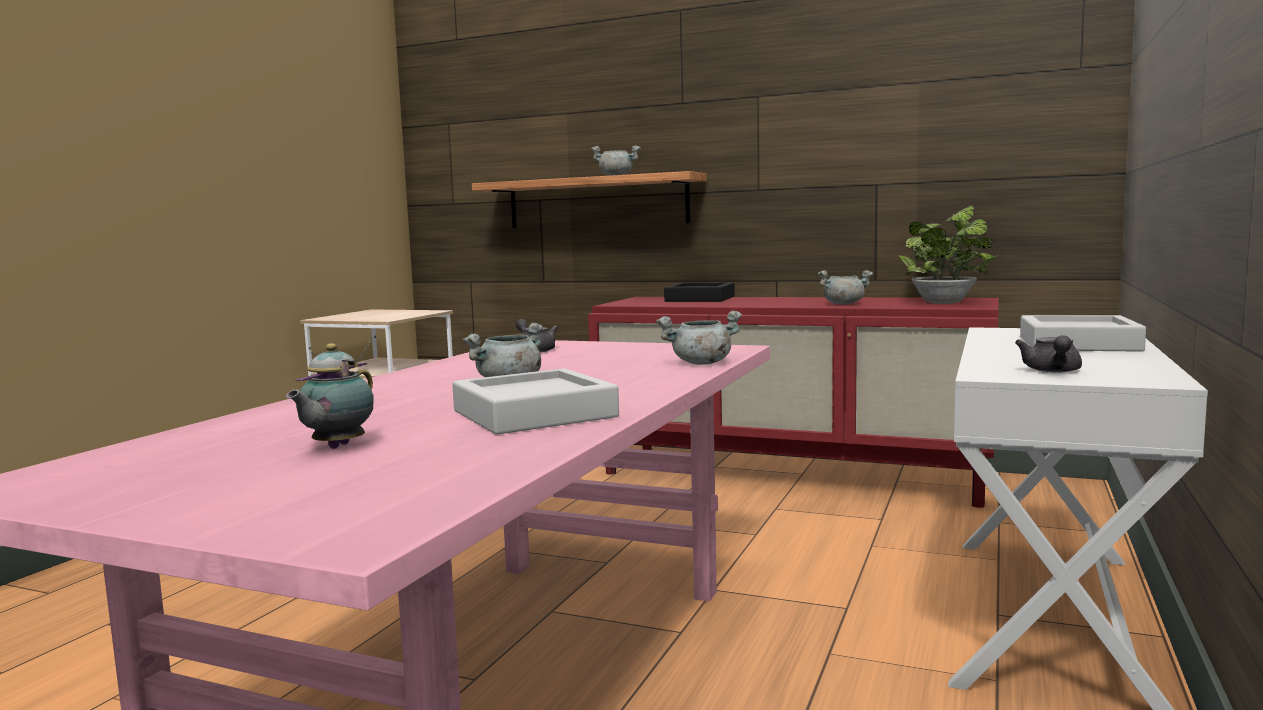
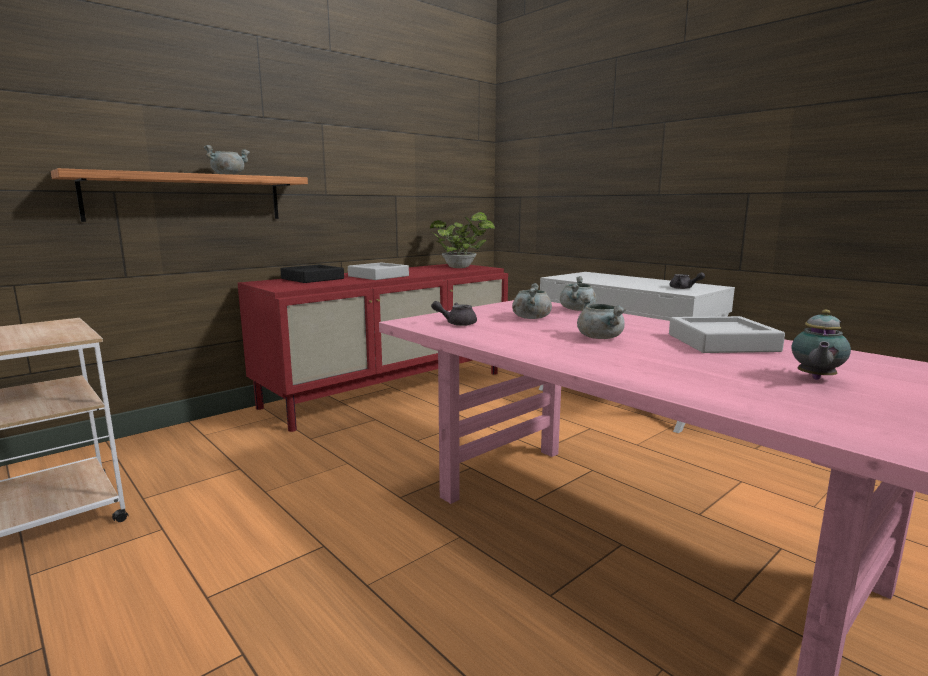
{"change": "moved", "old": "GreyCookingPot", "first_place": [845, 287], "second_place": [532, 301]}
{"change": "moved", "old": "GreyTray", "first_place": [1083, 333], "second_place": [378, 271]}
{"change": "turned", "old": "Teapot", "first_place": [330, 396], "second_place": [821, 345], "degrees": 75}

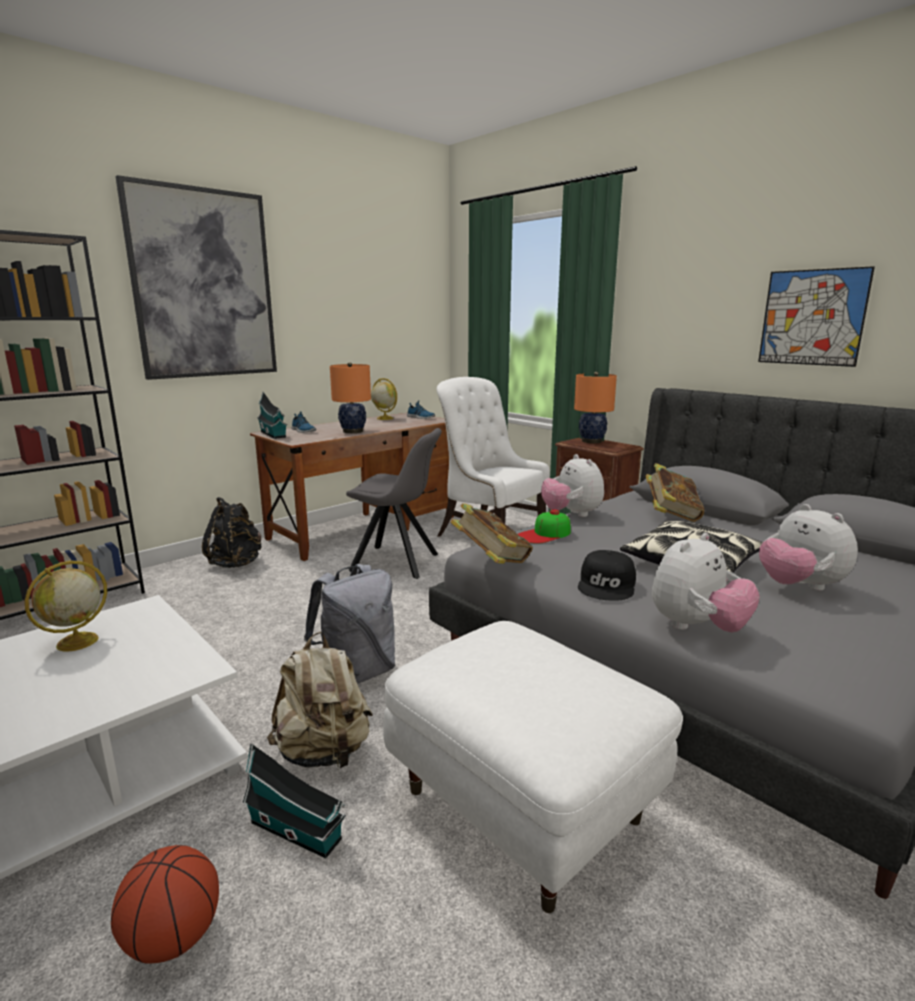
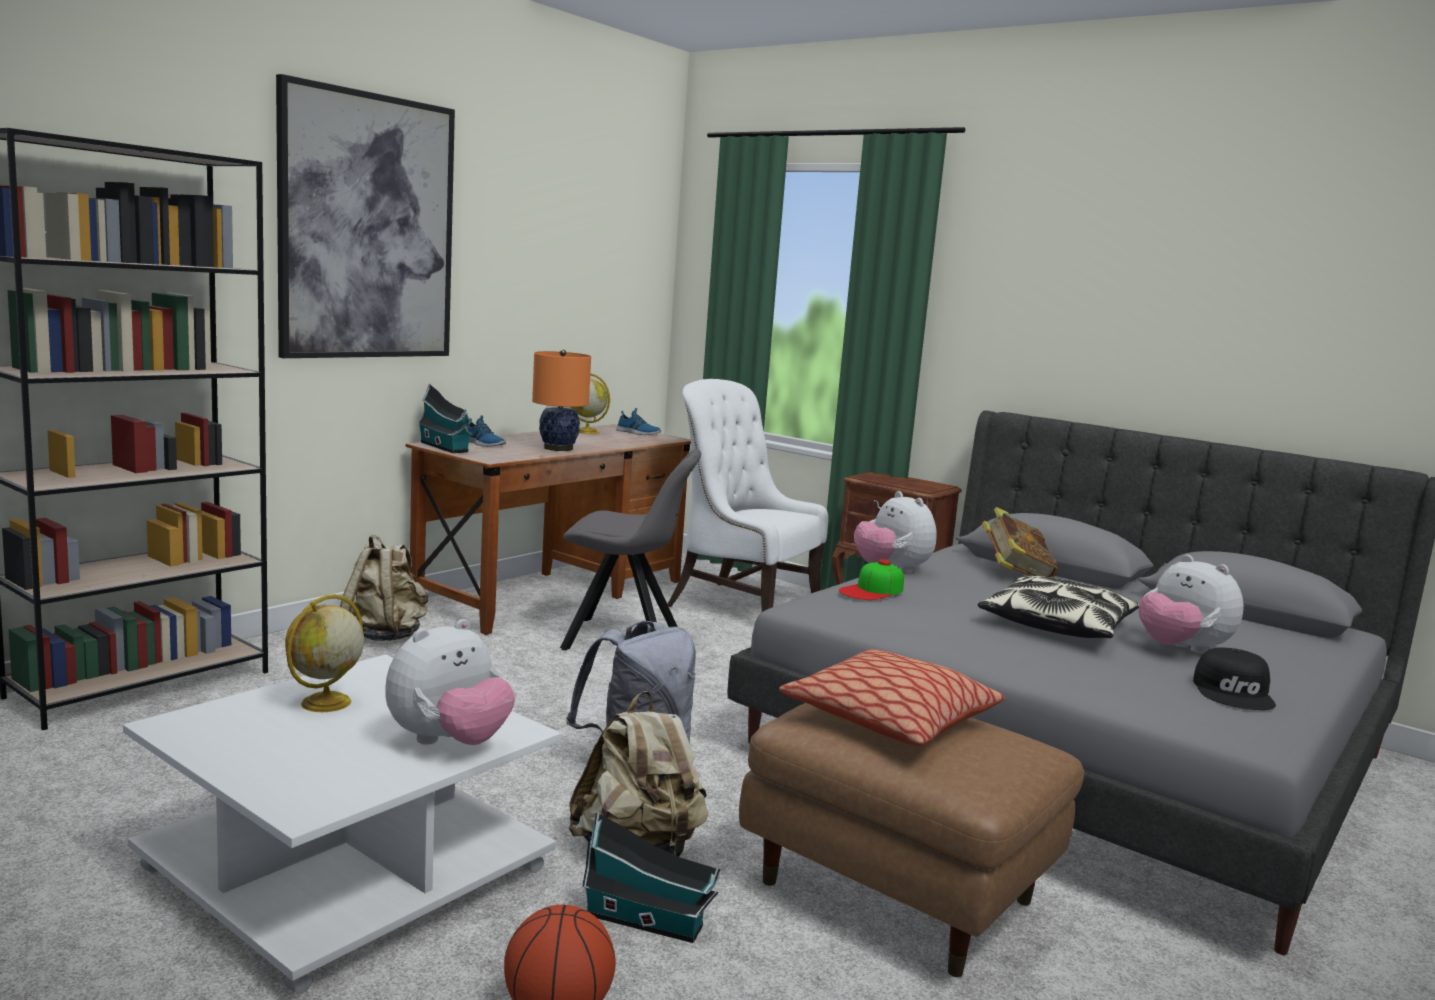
{"change": "removed", "old": "Book", "first_place": [491, 533]}
{"change": "removed", "old": "OrangeTableLamp", "first_place": [595, 407]}
{"change": "removed", "old": "Picture", "first_place": [816, 316]}
{"change": "added", "new": "Pillow", "second_place": [892, 697]}
{"change": "moved", "old": "BlackCap", "first_place": [607, 575], "second_place": [1234, 678]}
{"change": "moved", "old": "PlushToy", "first_place": [706, 583], "second_place": [450, 682]}
{"change": "recoloured", "old": "BlackBackpack", "new": "BeigeBackpack", "first_place": [231, 532], "second_place": [384, 588]}
{"change": "recoloured", "old": "WhiteOttoman", "new": "BrownOttoman", "first_place": [533, 767], "second_place": [911, 840]}

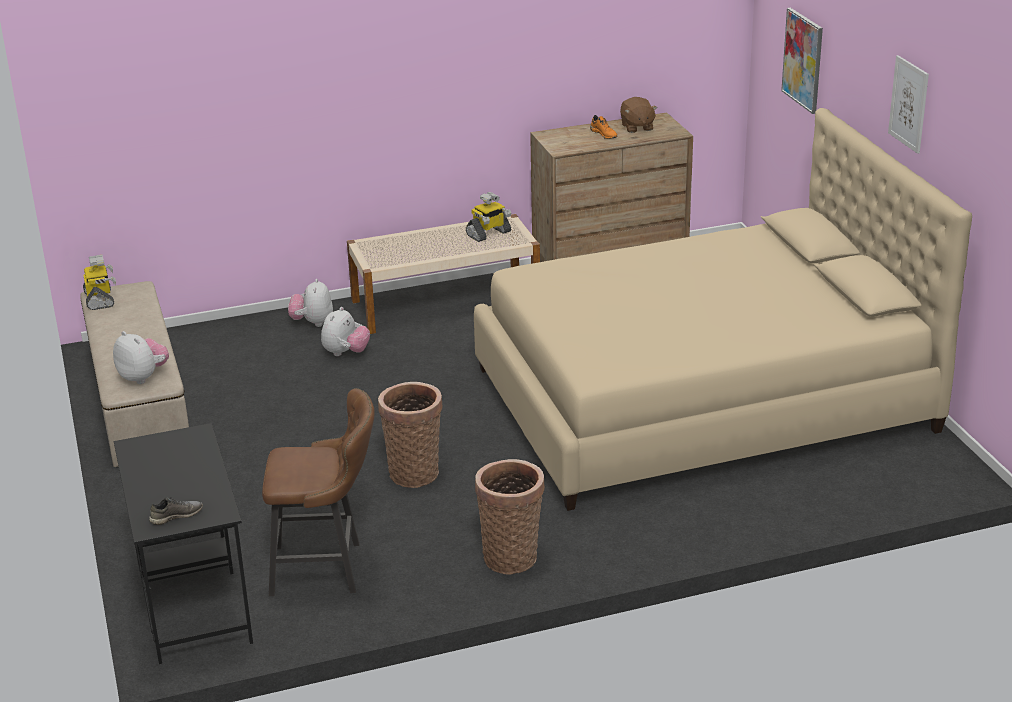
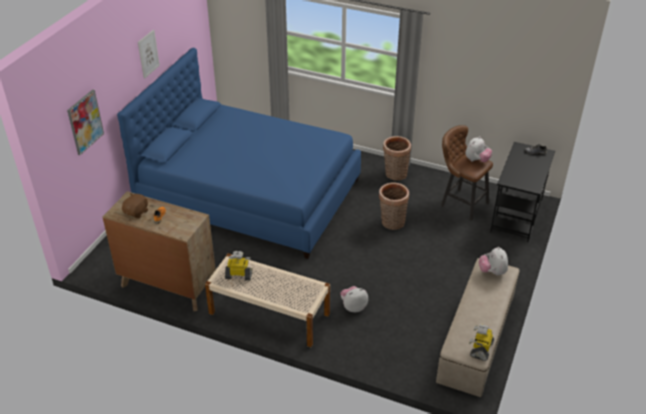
{"change": "moved", "old": "PlushToy", "first_place": [310, 303], "second_place": [478, 149]}
{"change": "recoloured", "old": "BeigeBed", "new": "BlueBed", "first_place": [723, 309], "second_place": [239, 153]}

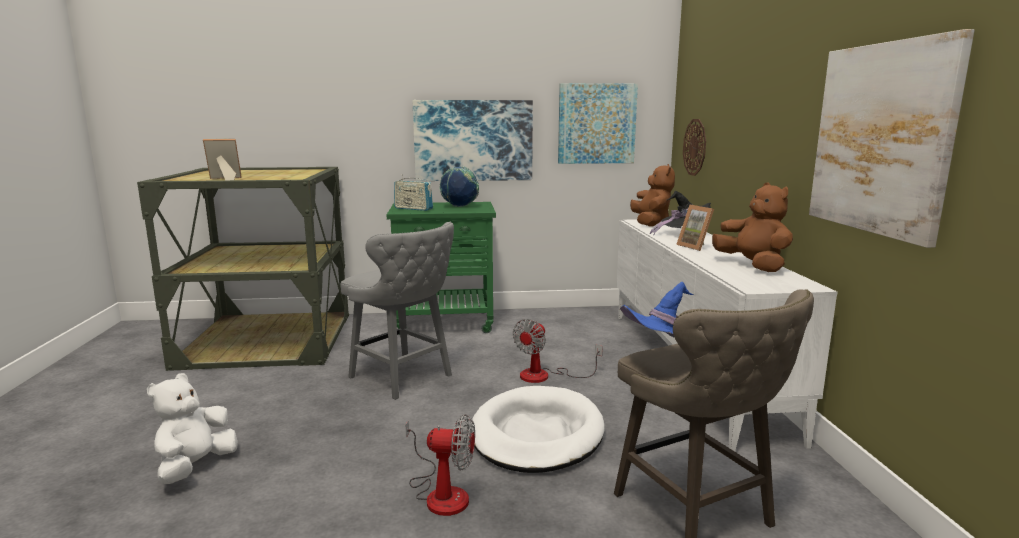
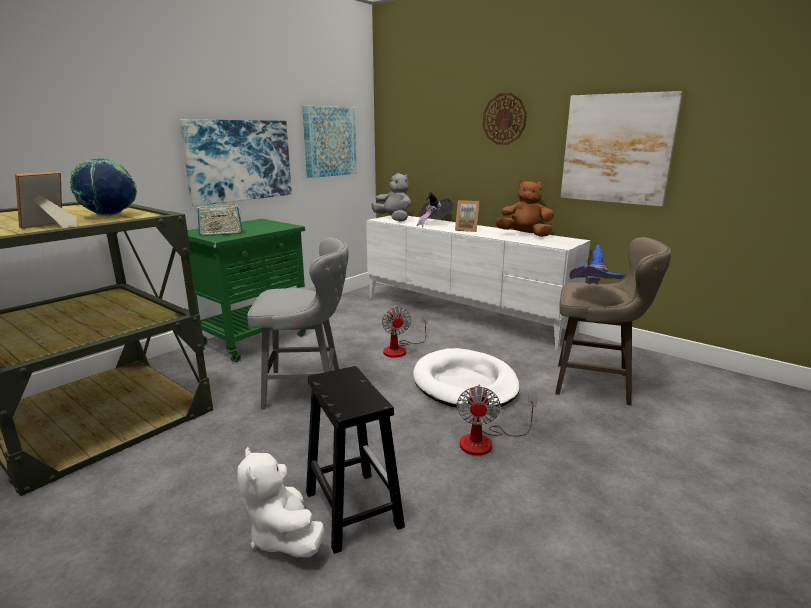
{"change": "added", "new": "BlackStool", "second_place": [355, 460]}
{"change": "moved", "old": "Globe", "first_place": [459, 186], "second_place": [103, 187]}
{"change": "moved", "old": "WallClock", "first_place": [694, 147], "second_place": [505, 119]}
{"change": "recoloured", "old": "BrownPlushToy", "new": "GreyPlushToy", "first_place": [652, 195], "second_place": [391, 197]}
{"change": "turned", "old": "Fan", "first_place": [440, 465], "second_place": [497, 420], "degrees": 135}

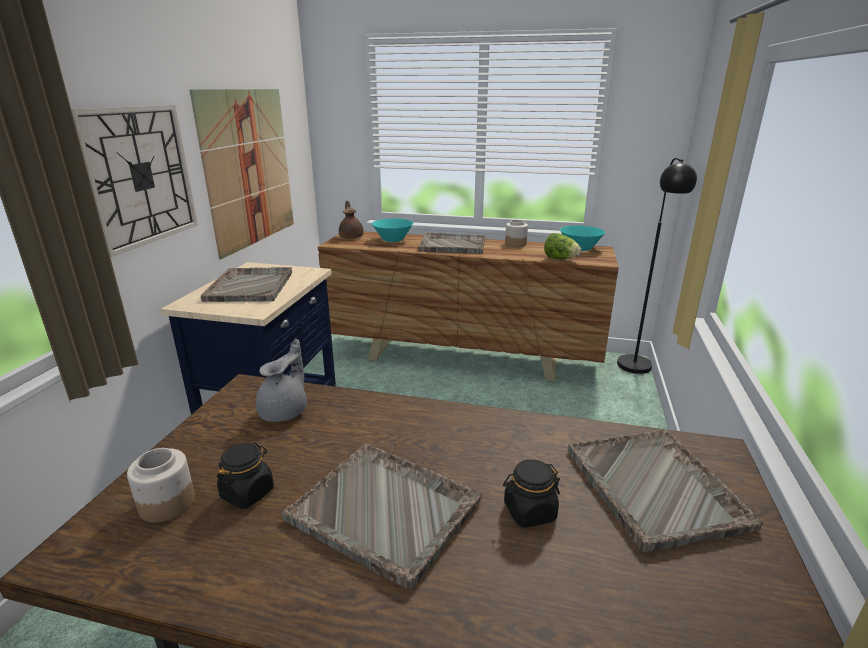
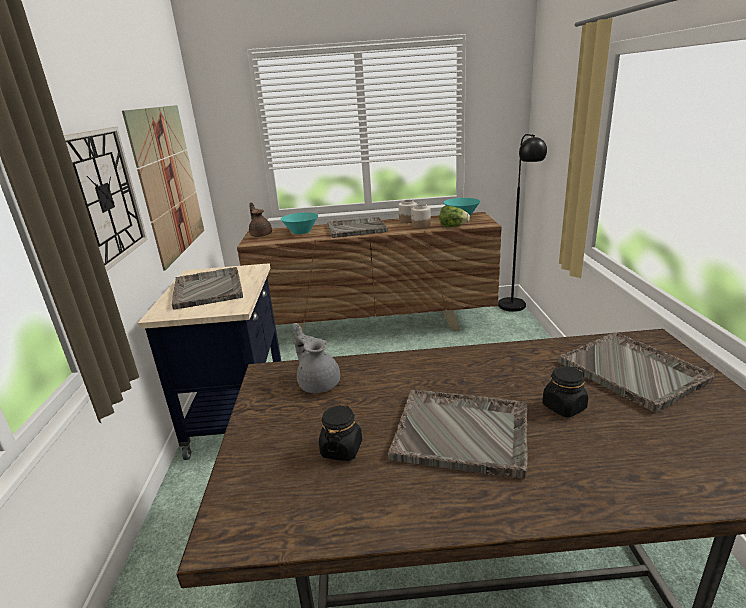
{"change": "moved", "old": "Jar", "first_place": [161, 485], "second_place": [421, 216]}
{"change": "turned", "old": "GreyTeapot", "first_place": [281, 380], "second_place": [316, 358], "degrees": -45}

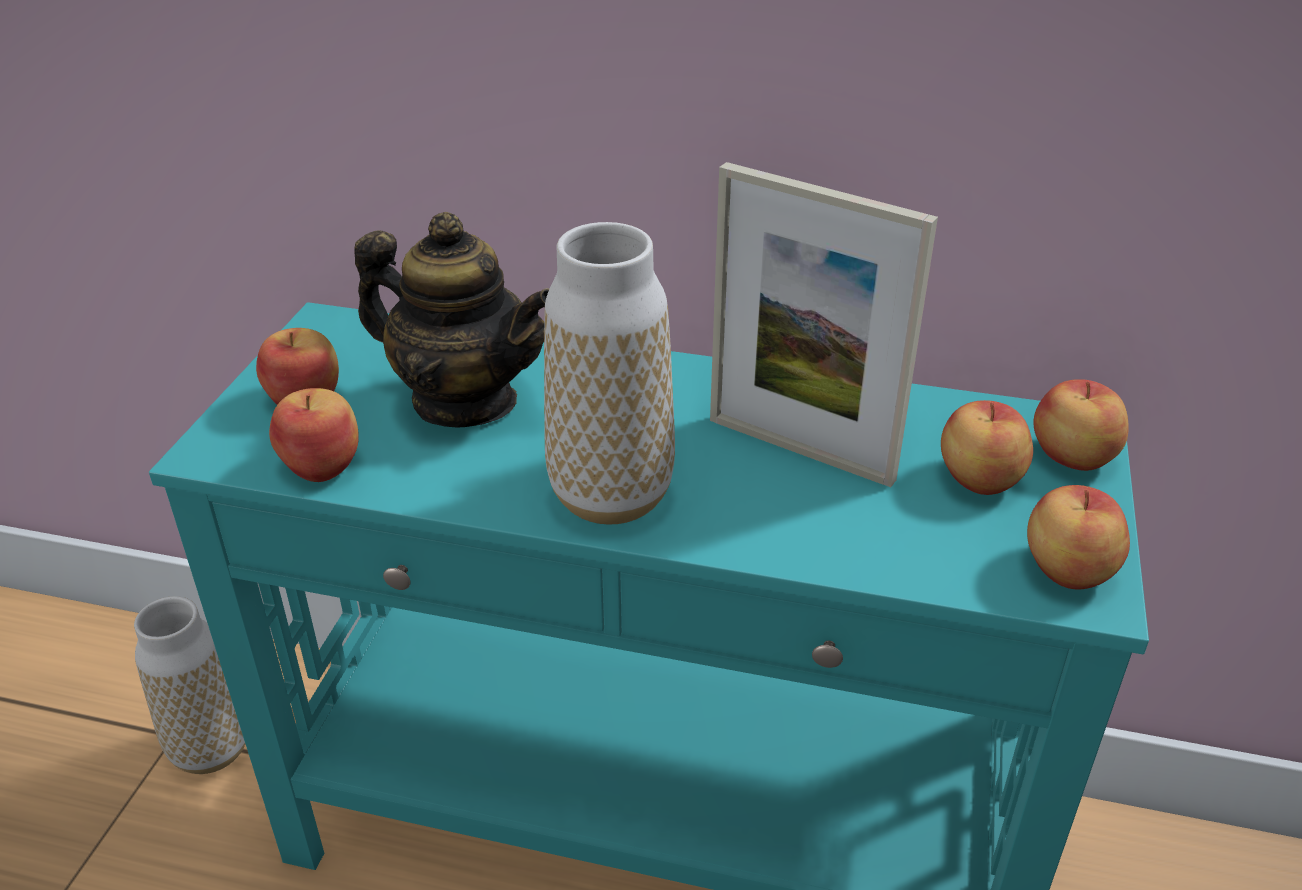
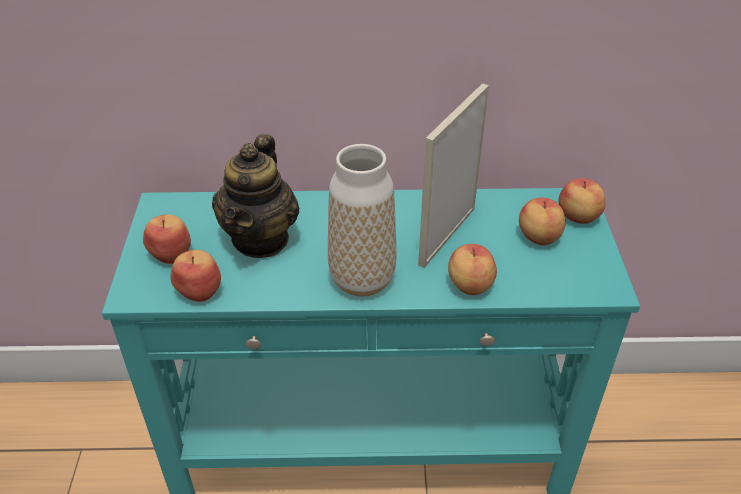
{"change": "removed", "old": "Vase", "first_place": [189, 685]}
{"change": "moved", "old": "Apple", "first_place": [1078, 537], "second_place": [472, 269]}
{"change": "turned", "old": "Teapot", "first_place": [452, 319], "second_place": [255, 196], "degrees": 90}
{"change": "turned", "old": "PictureFrame", "first_place": [824, 324], "second_place": [453, 175], "degrees": 105}

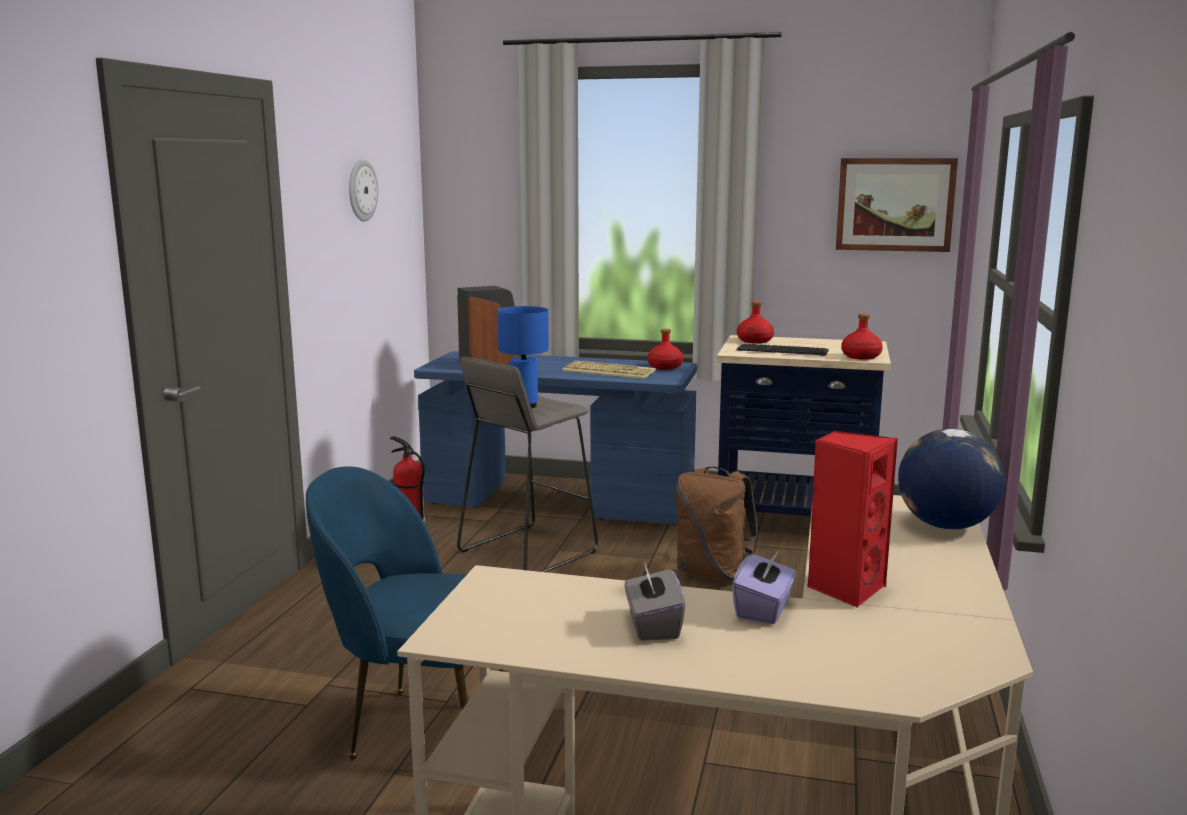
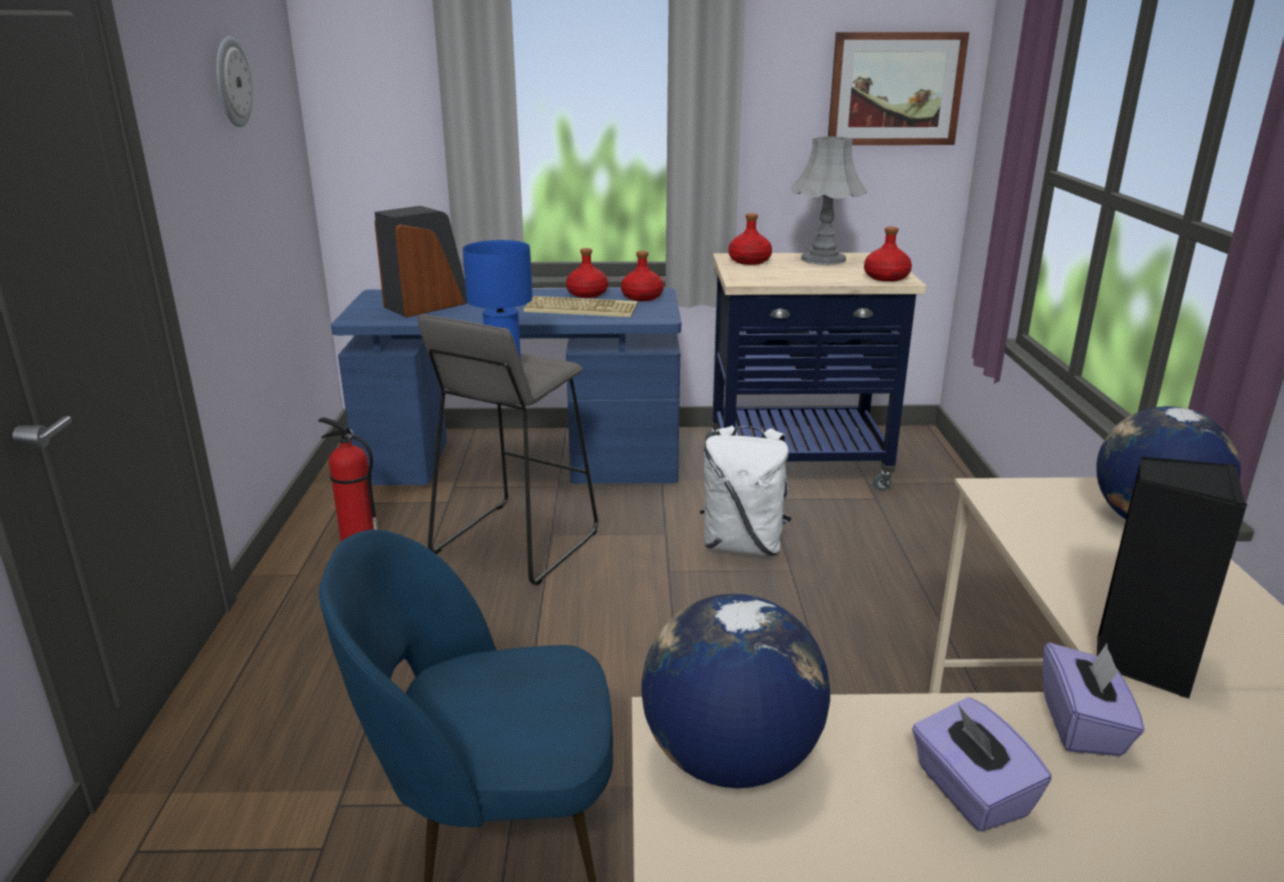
{"change": "removed", "old": "Keyboard", "first_place": [783, 350]}
{"change": "added", "new": "RedBottle", "second_place": [587, 273]}
{"change": "added", "new": "Globe", "second_place": [735, 691]}
{"change": "added", "new": "GreyTableLamp", "second_place": [828, 200]}
{"change": "recoloured", "old": "GreyTissueBox", "new": "PurpleTissueBox", "first_place": [655, 601], "second_place": [982, 764]}
{"change": "recoloured", "old": "BrownBackpack", "new": "WhiteBackpack", "first_place": [717, 524], "second_place": [746, 490]}
{"change": "recoloured", "old": "RedSpeaker", "new": "BlackSpeaker", "first_place": [852, 519], "second_place": [1172, 577]}

